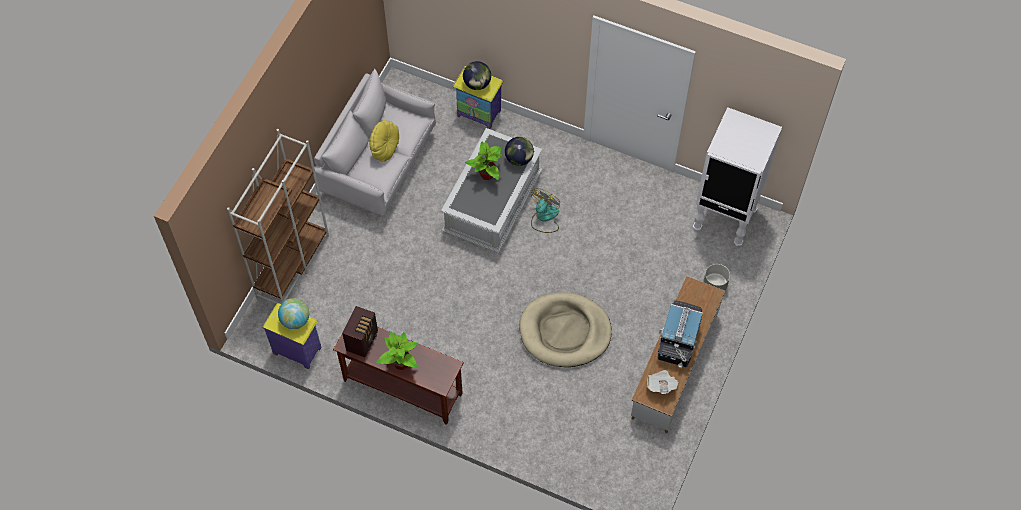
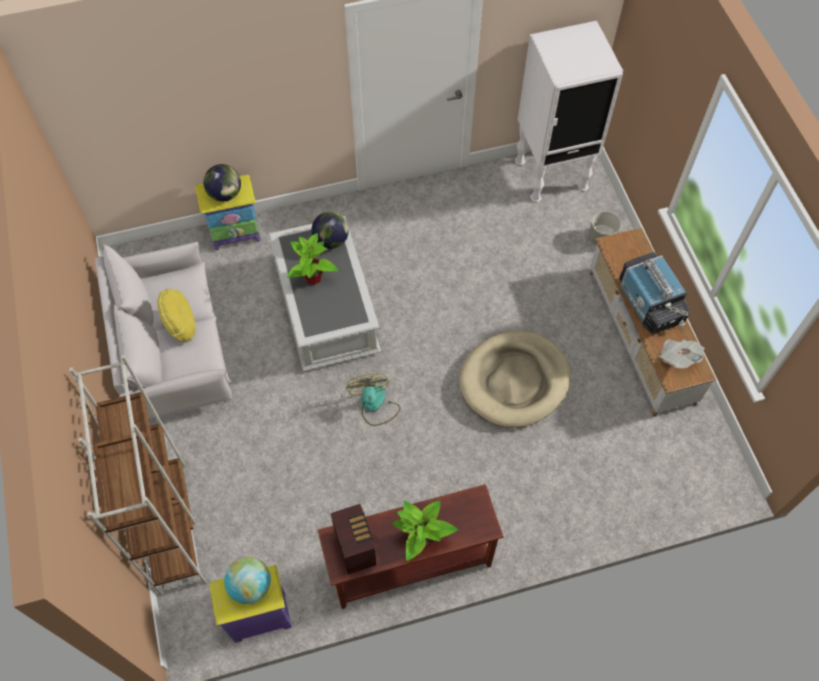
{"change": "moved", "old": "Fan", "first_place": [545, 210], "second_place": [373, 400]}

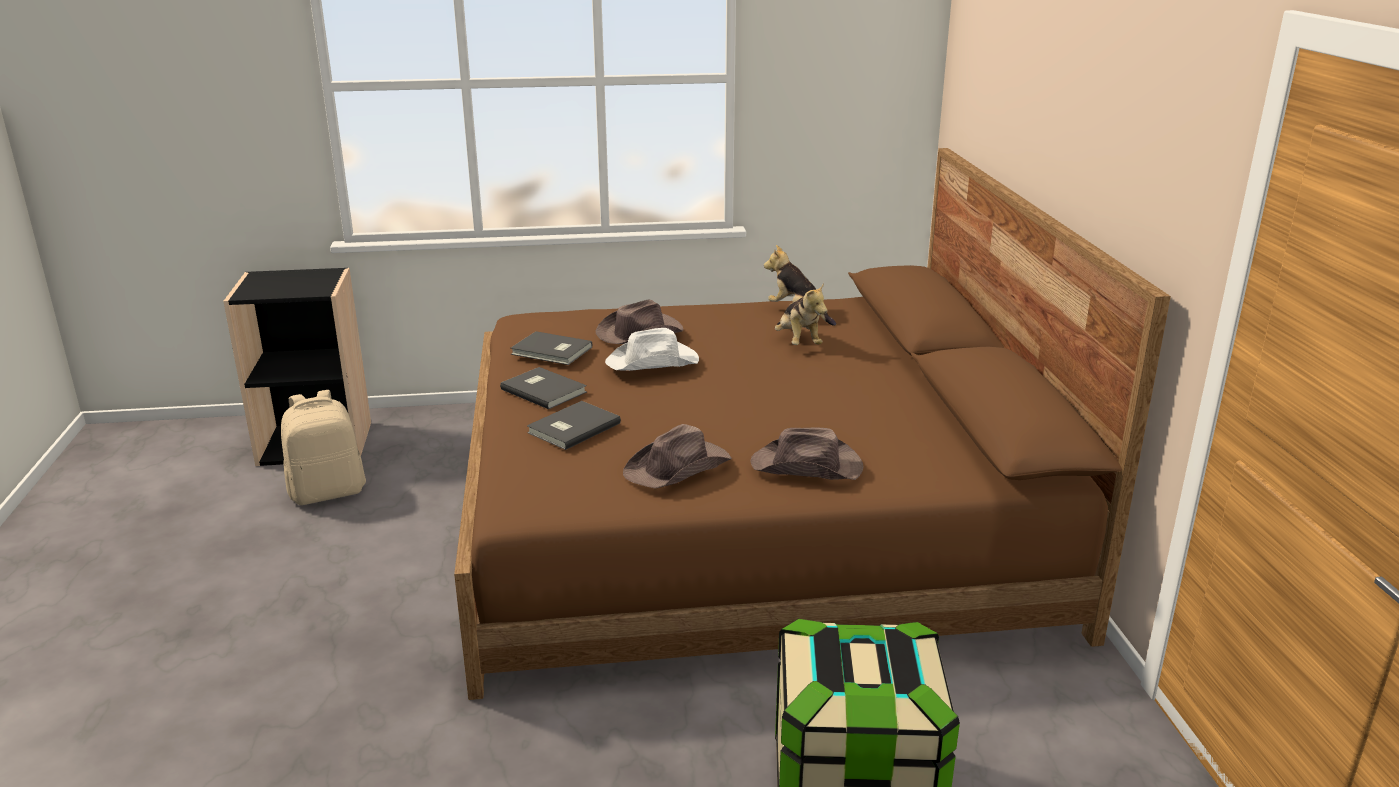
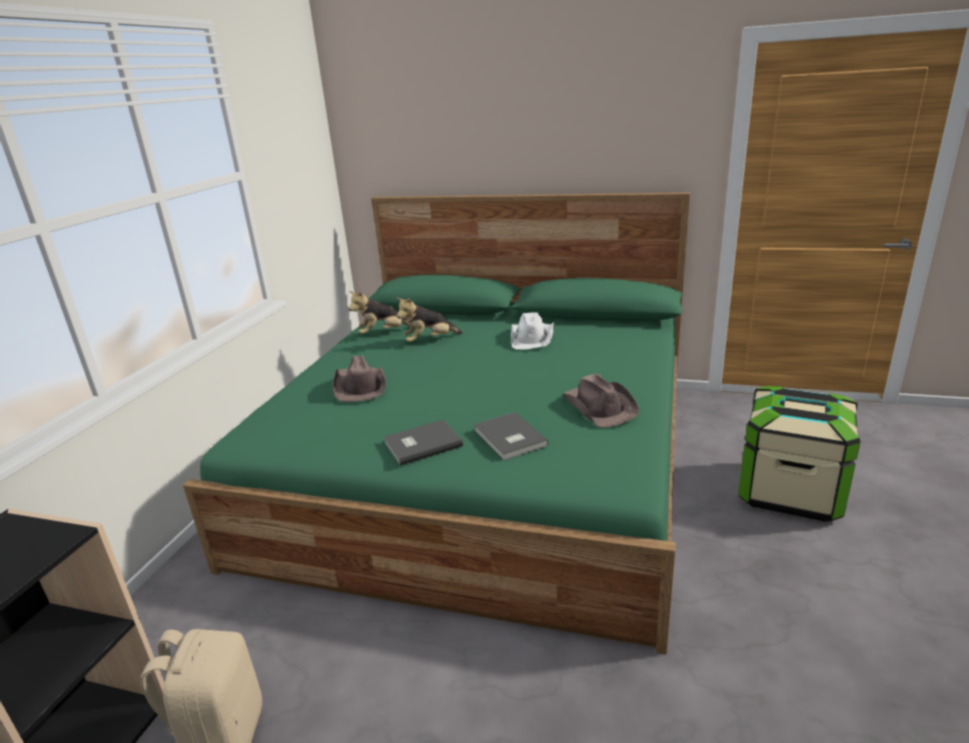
{"change": "removed", "old": "GreyBook", "first_place": [551, 348]}
{"change": "removed", "old": "BrownHat", "first_place": [807, 453]}
{"change": "moved", "old": "WhiteHat", "first_place": [652, 349], "second_place": [532, 331]}
{"change": "recoloured", "old": "BrownBed", "new": "GreenBed", "first_place": [812, 424], "second_place": [436, 423]}
{"change": "turned", "old": "PlushToy", "first_place": [801, 314], "second_place": [430, 320], "degrees": 150}

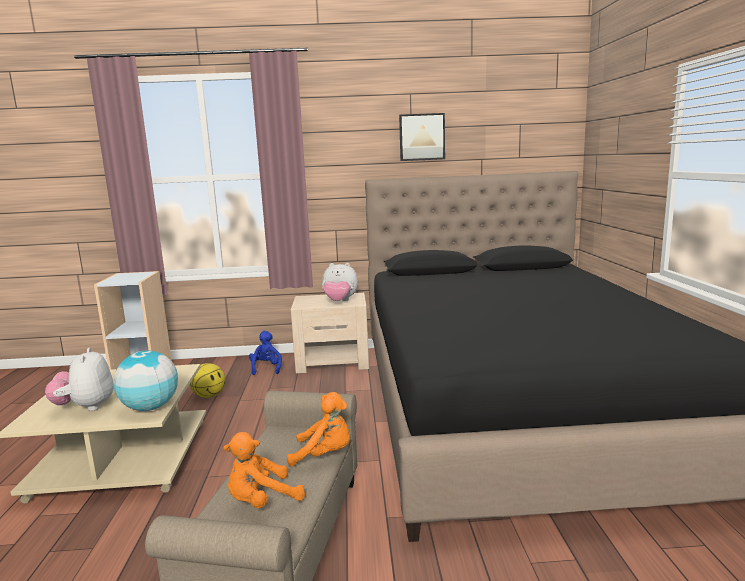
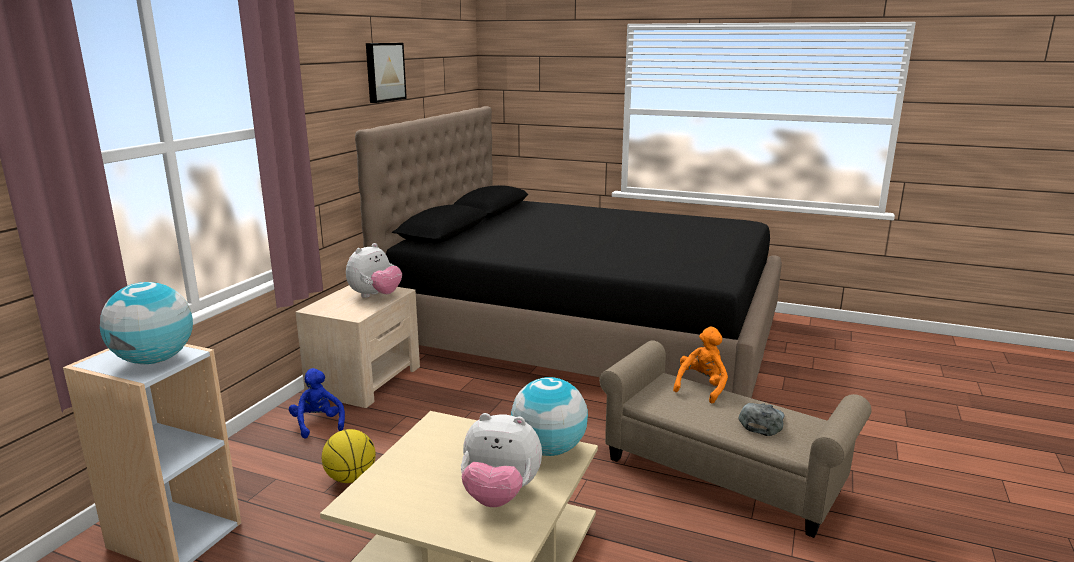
{"change": "added", "new": "Globe", "second_place": [146, 323]}
{"change": "replaced", "old": "OrangePlushToy", "new": "GreyCap", "first_place": [264, 470], "second_place": [761, 419]}
{"change": "turned", "old": "BluePlushToy", "first_place": [265, 353], "second_place": [317, 403], "degrees": 45}

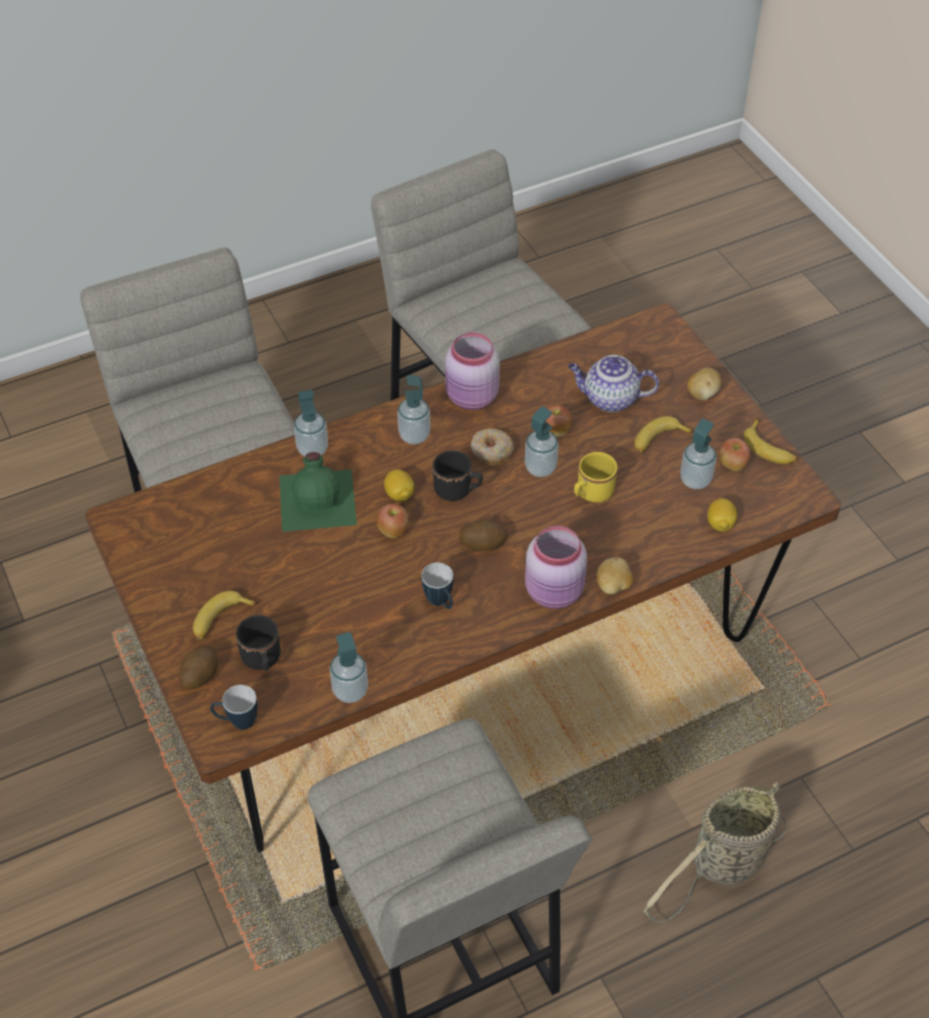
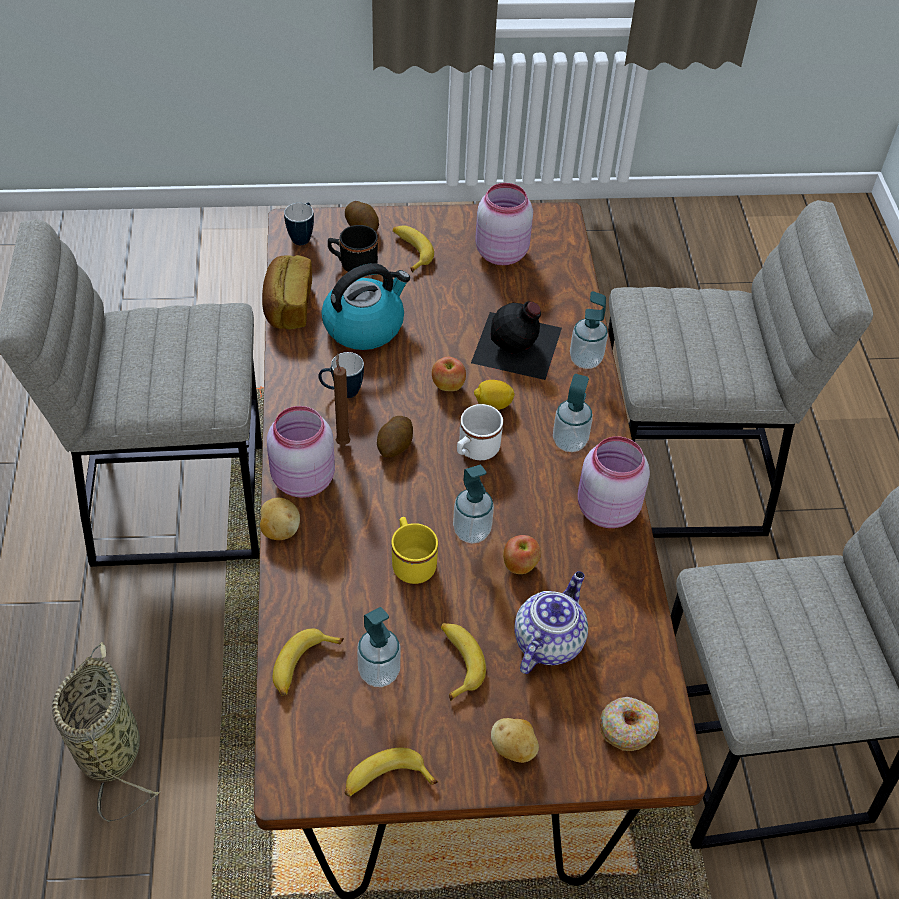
{"change": "removed", "old": "Apple", "first_place": [735, 454]}
{"change": "added", "new": "Kettle", "second_place": [365, 306]}
{"change": "added", "new": "BrownCandle", "second_place": [341, 399]}
{"change": "added", "new": "PinkJar", "second_place": [504, 224]}
{"change": "moved", "old": "Donut", "first_place": [492, 447], "second_place": [629, 724]}
{"change": "replaced", "old": "SoapDispenser", "new": "Bread", "first_place": [349, 667], "second_place": [287, 292]}
{"change": "replaced", "old": "Lemon", "new": "Banana", "first_place": [722, 514], "second_place": [308, 662]}
{"change": "recoloured", "old": "GreenBottle", "new": "BlackBottle", "first_place": [318, 492], "second_place": [516, 340]}
{"change": "recoloured", "old": "BlackMug", "new": "WhiteMug", "first_place": [458, 476], "second_place": [480, 432]}

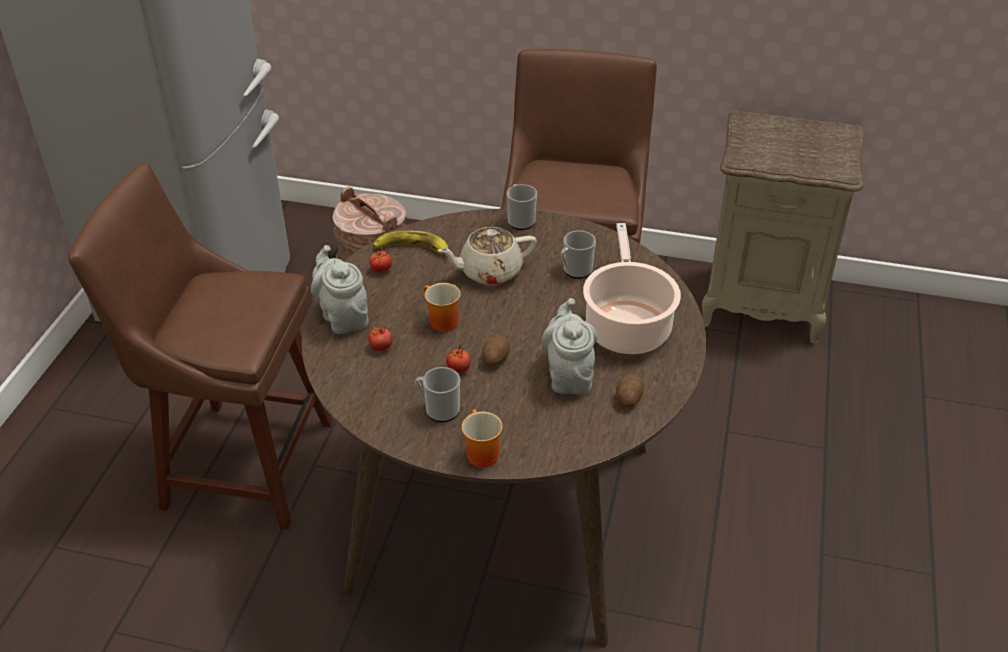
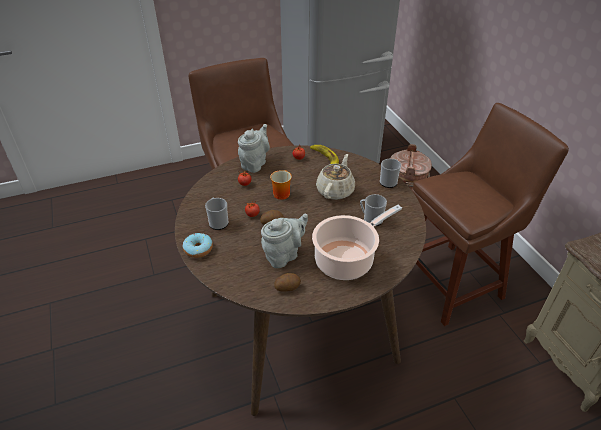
{"change": "replaced", "old": "Mug", "new": "Donut", "first_place": [482, 438], "second_place": [198, 245]}
{"change": "turned", "old": "BeigeTeapot", "first_place": [487, 256], "second_place": [335, 177], "degrees": 75}

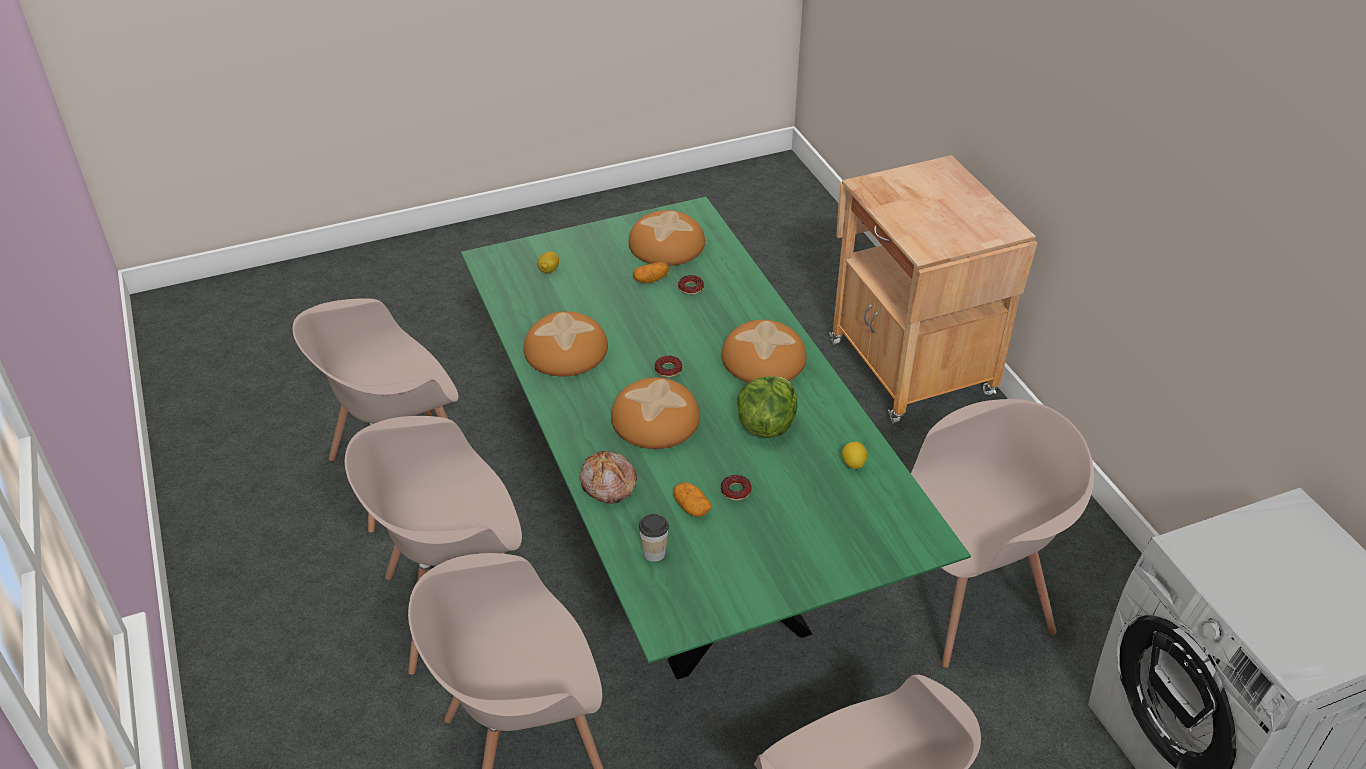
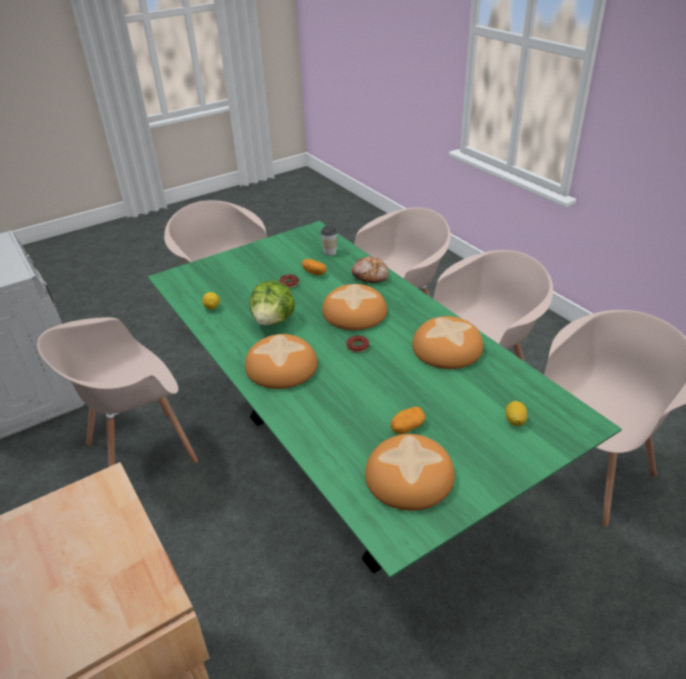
{"change": "removed", "old": "Donut", "first_place": [691, 285]}

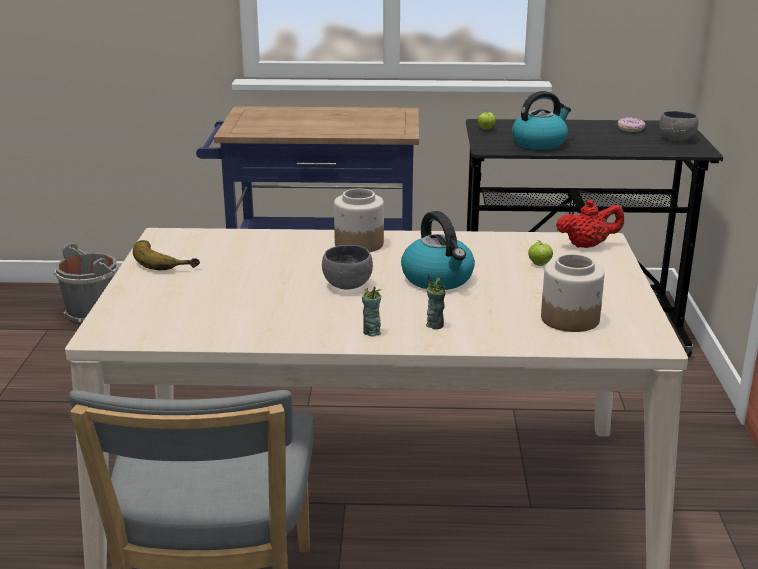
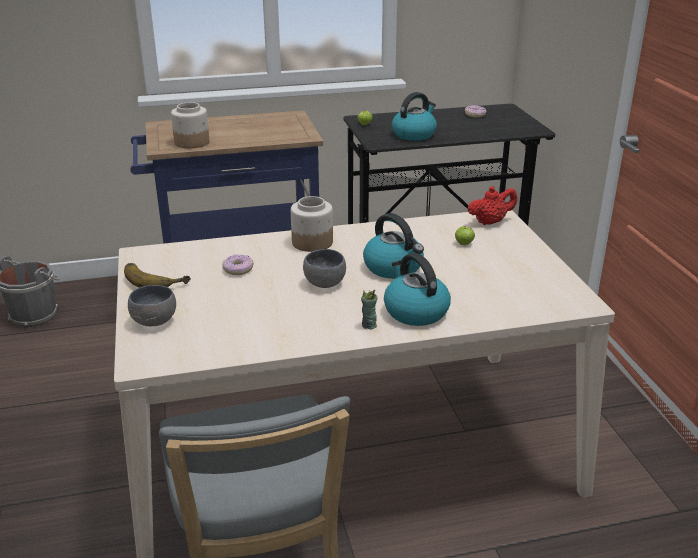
{"change": "added", "new": "Donut", "second_place": [238, 264]}
{"change": "moved", "old": "Jar", "first_place": [573, 293], "second_place": [190, 125]}
{"change": "moved", "old": "GreyBowl", "first_place": [678, 126], "second_place": [152, 305]}
{"change": "replaced", "old": "Cup", "new": "Kettle", "first_place": [436, 301], "second_place": [417, 289]}

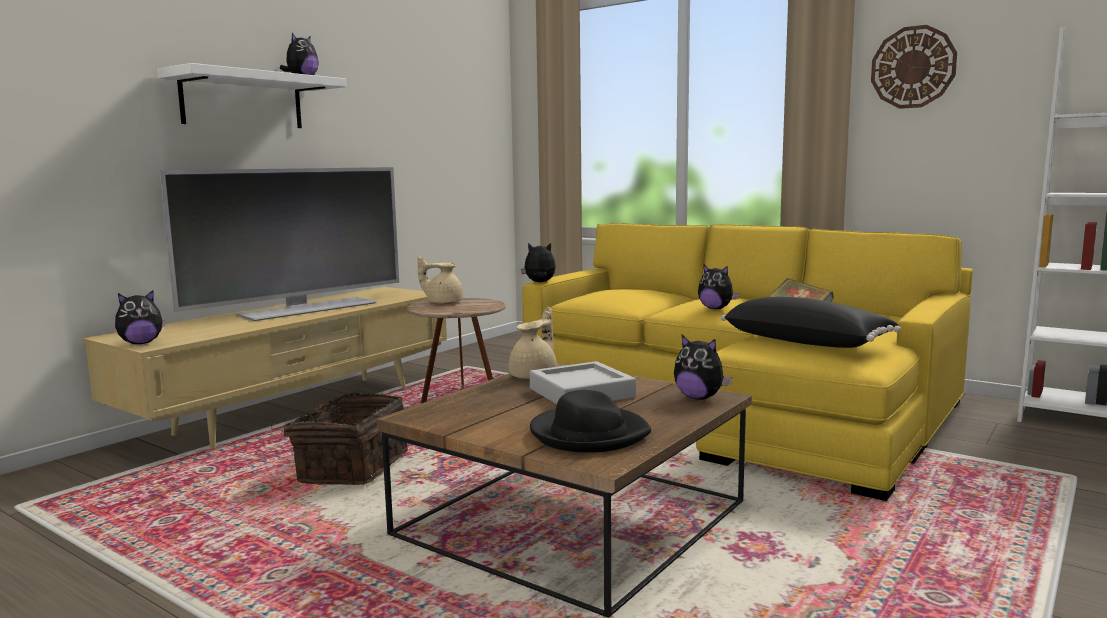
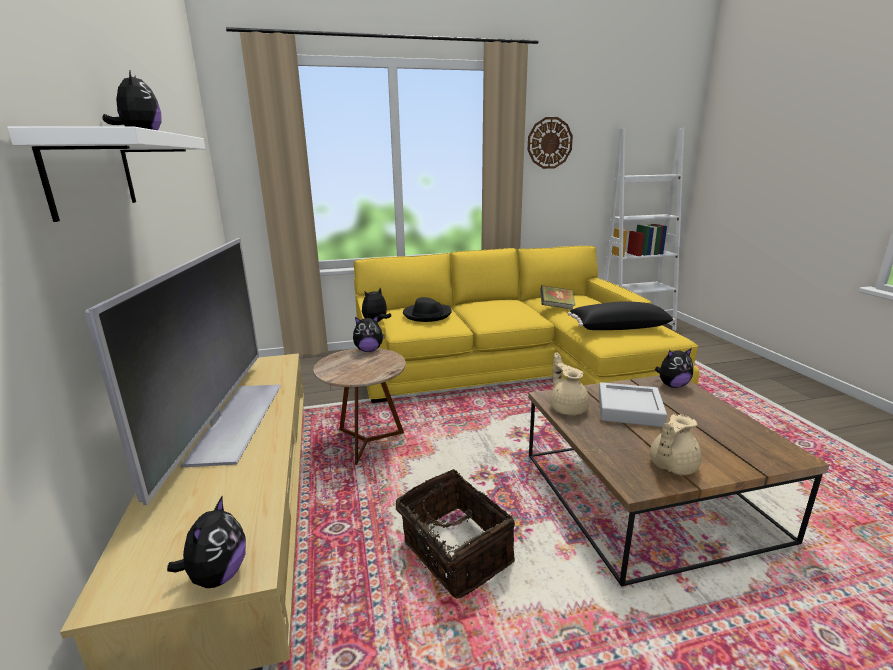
{"change": "moved", "old": "BeigeTeapot", "first_place": [440, 279], "second_place": [675, 444]}
{"change": "moved", "old": "BlackHat", "first_place": [590, 421], "second_place": [427, 309]}
{"change": "moved", "old": "PlushToy", "first_place": [718, 287], "second_place": [369, 333]}

